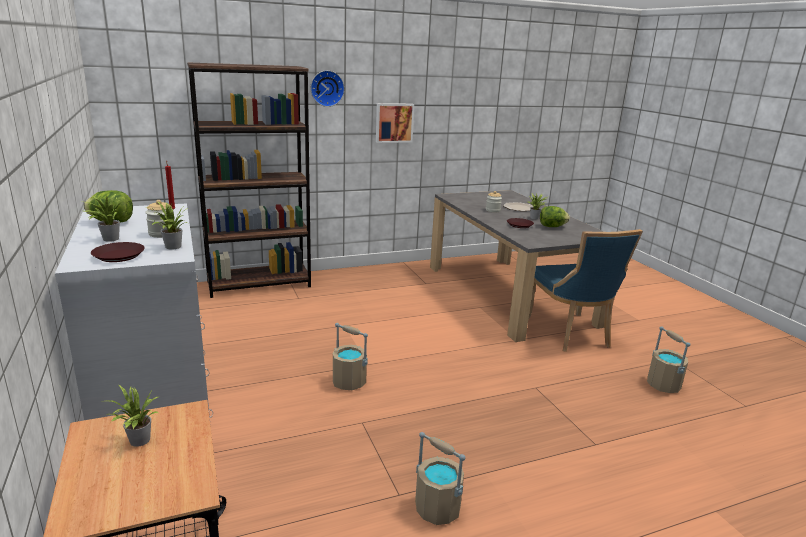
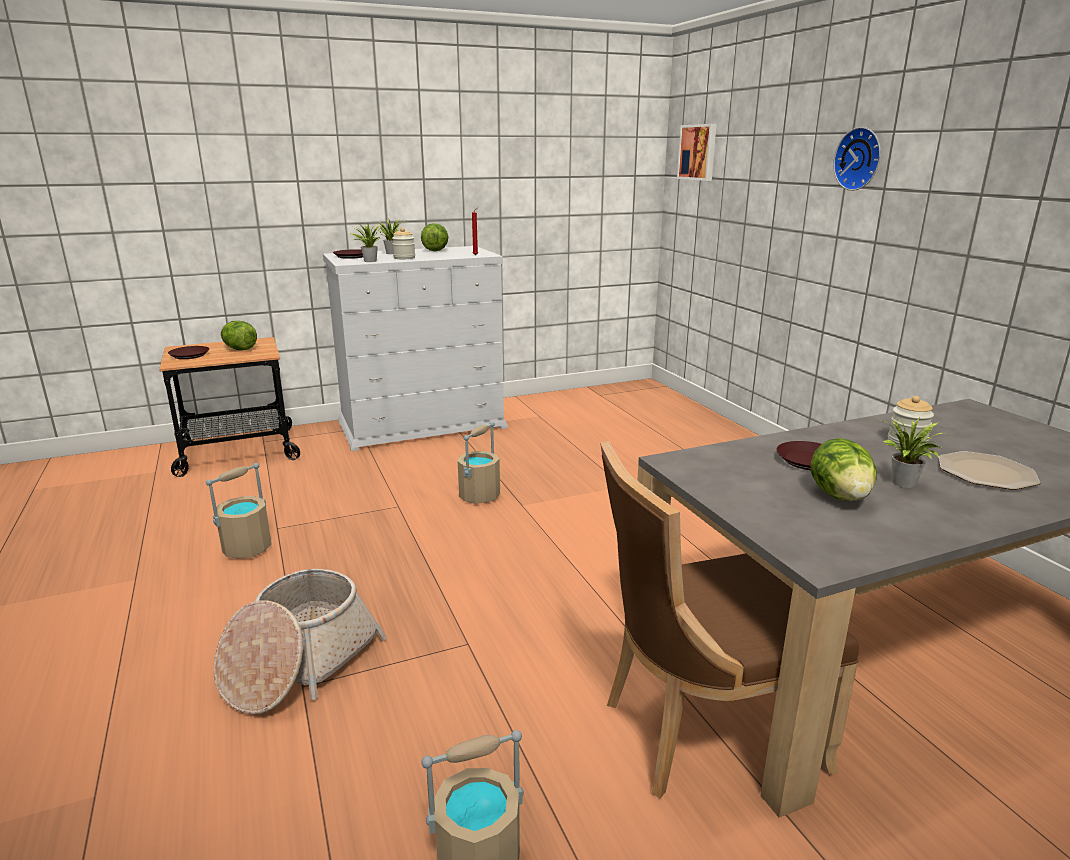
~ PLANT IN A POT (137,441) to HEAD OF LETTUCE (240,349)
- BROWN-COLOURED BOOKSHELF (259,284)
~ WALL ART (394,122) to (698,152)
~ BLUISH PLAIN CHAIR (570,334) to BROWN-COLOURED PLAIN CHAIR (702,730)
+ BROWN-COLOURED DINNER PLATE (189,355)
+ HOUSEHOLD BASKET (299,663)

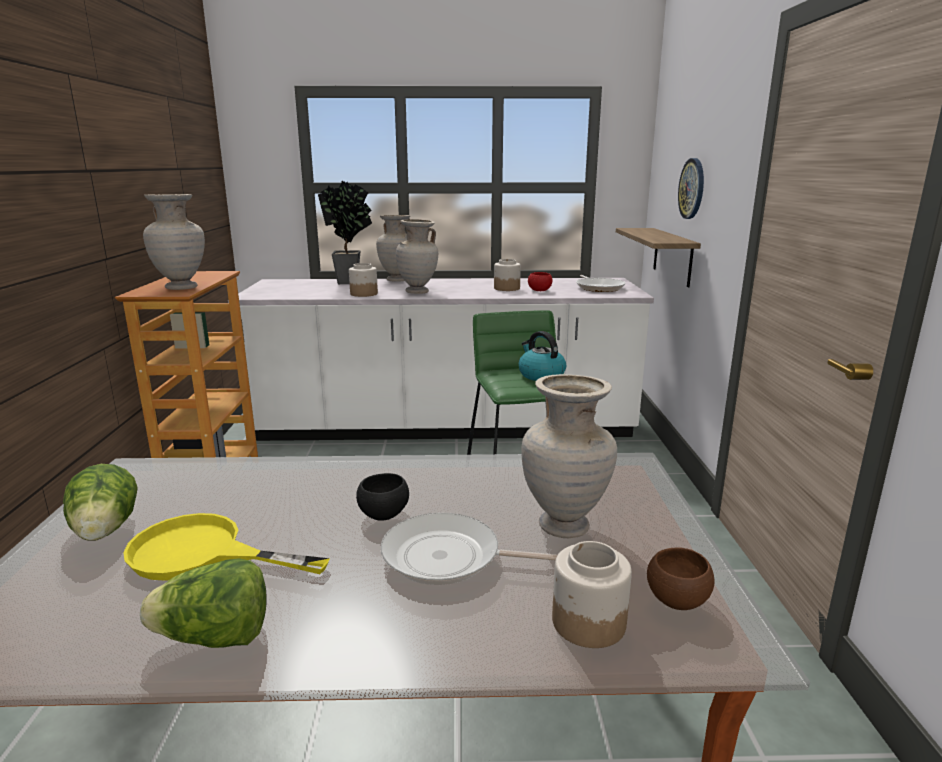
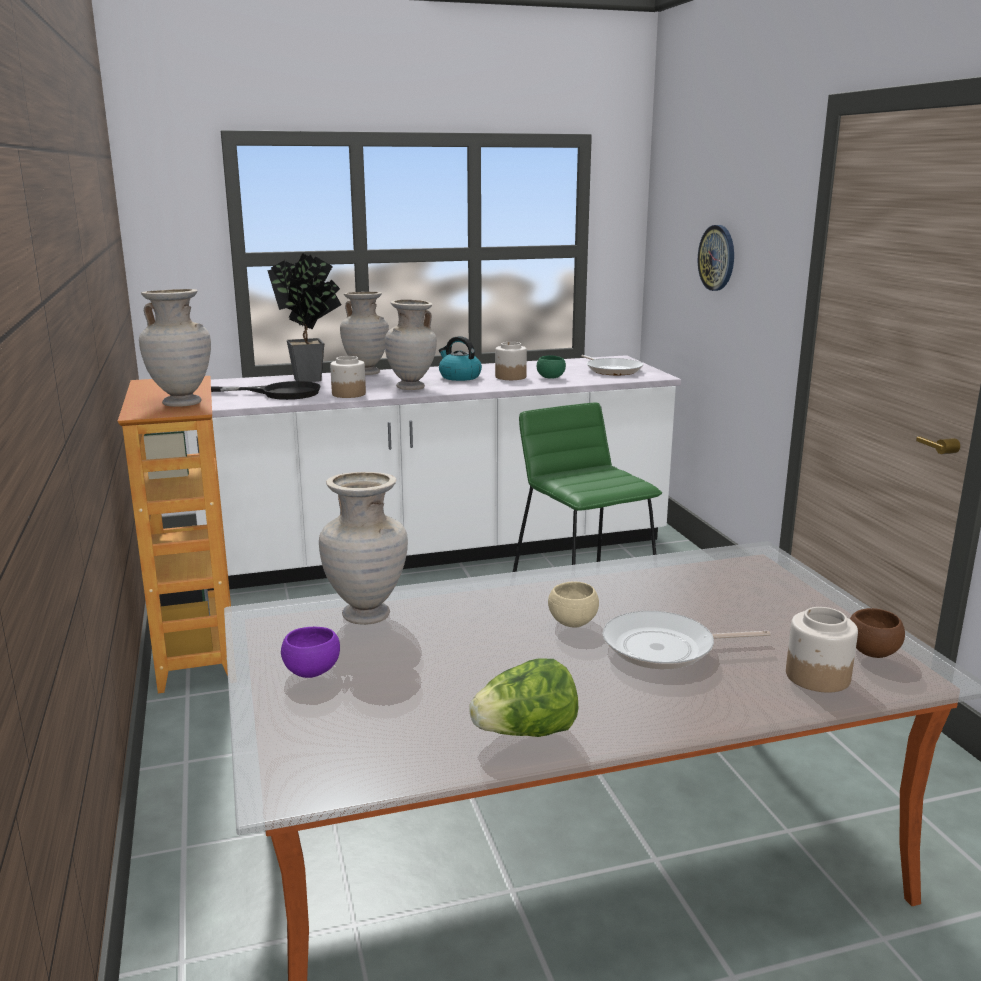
~ HEAD OF LETTUCE (106,531) to PURPLE-COLOURED SERVING BOWL (312,672)
- YELLOW PAN (203,554)
~ BLACK-COLOURED SERVING BOWL (384,514) to SAND-COLOURED SERVING BOWL (573,622)
~ KETTLE (540,375) to (459,377)
~ SAND-COLOURED VASE (565,526) to (367,615)
~ RED SERVING BOWL (539,290) to GREENISH SERVING BOWL (550,377)
- WALL SHELF (672,256)
+ BLACK-COLOURED PAN (280,393)

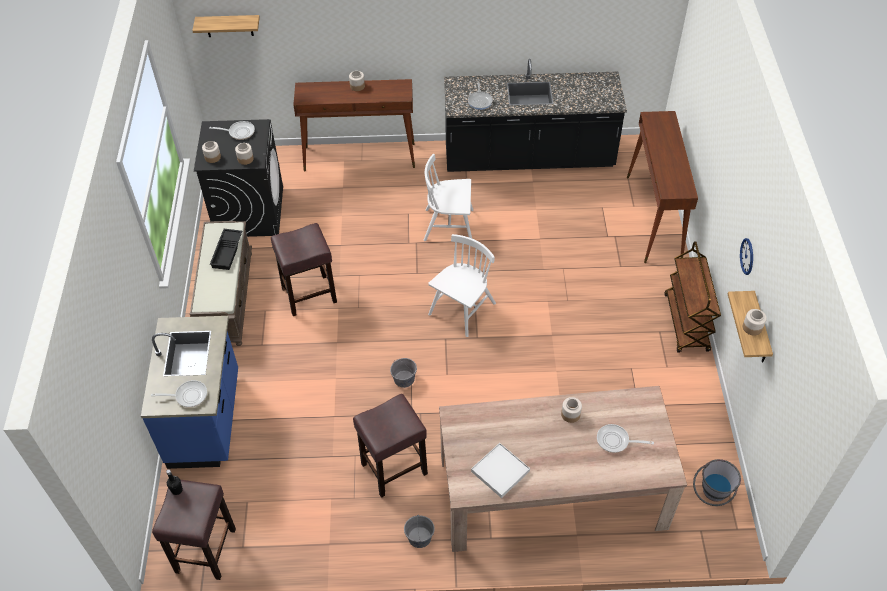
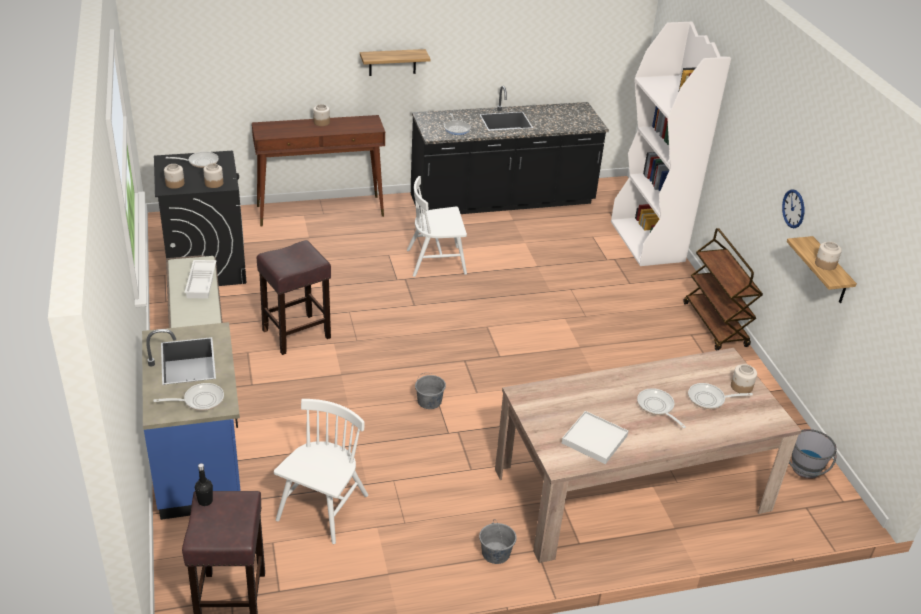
~ WALL SHELF (229,26) to (392,62)
~ BLACK-COLOURED SERVING TRAY (228,252) to WHITISH SERVING TRAY (202,282)
- BROWN-COLOURED STOOL SEAT (393,469)
~ WHITISH PLAIN CHAIR (462,309) to (323,508)
~ STORAGE JAR (570,415) to (741,387)
~ BROWN-COLOURED HALL TABLE (653,218) to WHITISH BOOKSHELF (647,242)
+ PAN (657,407)

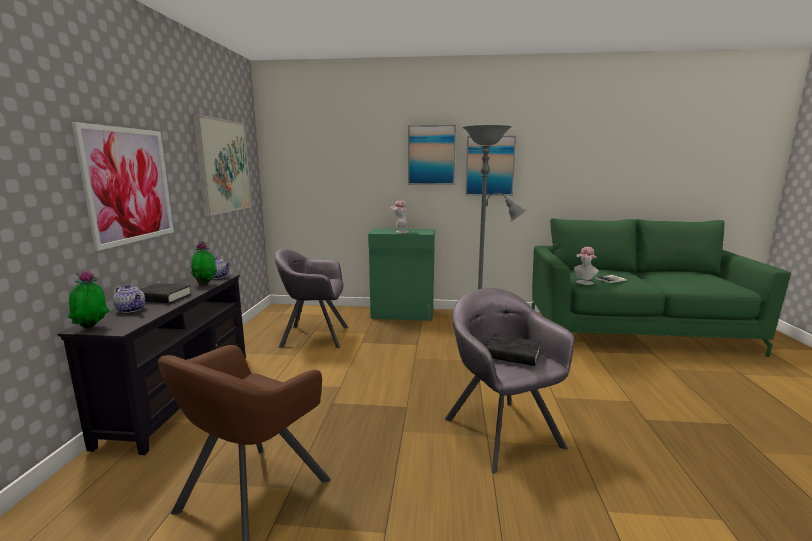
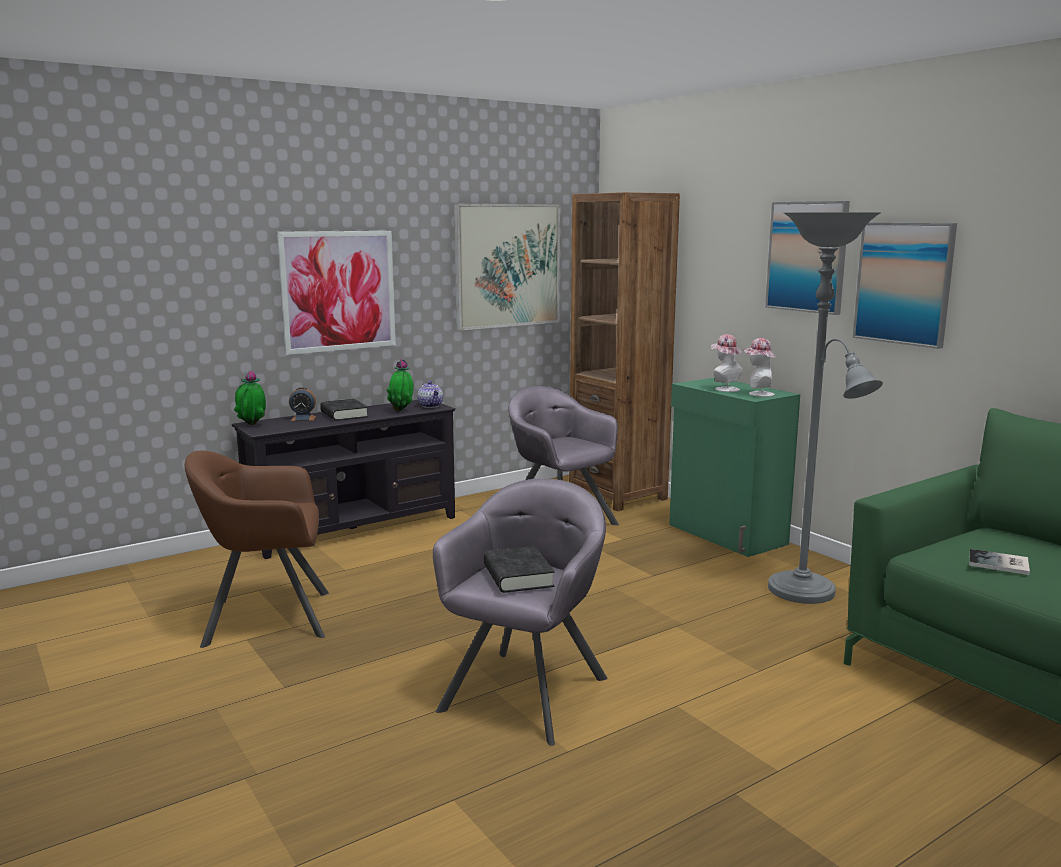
~ TEA POT (132,309) to ALARM CLOCK (303,418)
~ WEARABLE HAT (584,283) to (757,394)
+ BROWN-COLOURED BOOKSHELF (617,495)

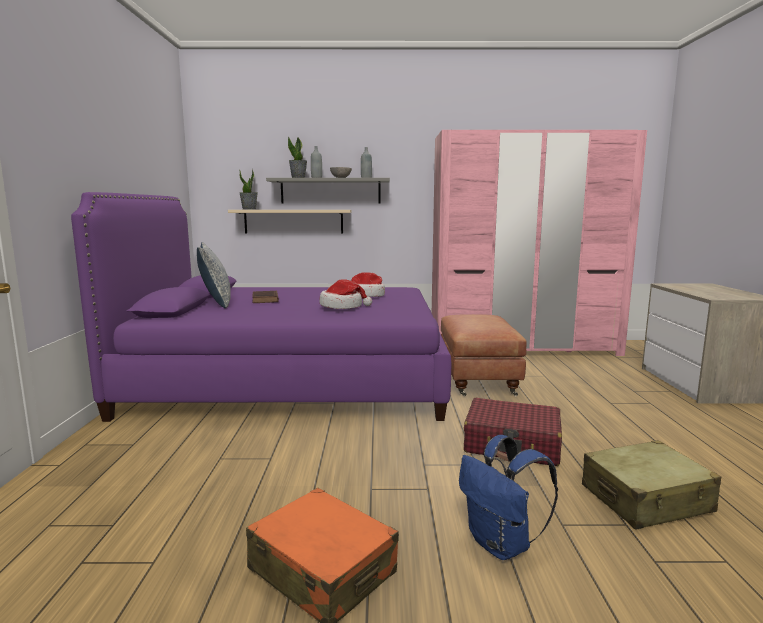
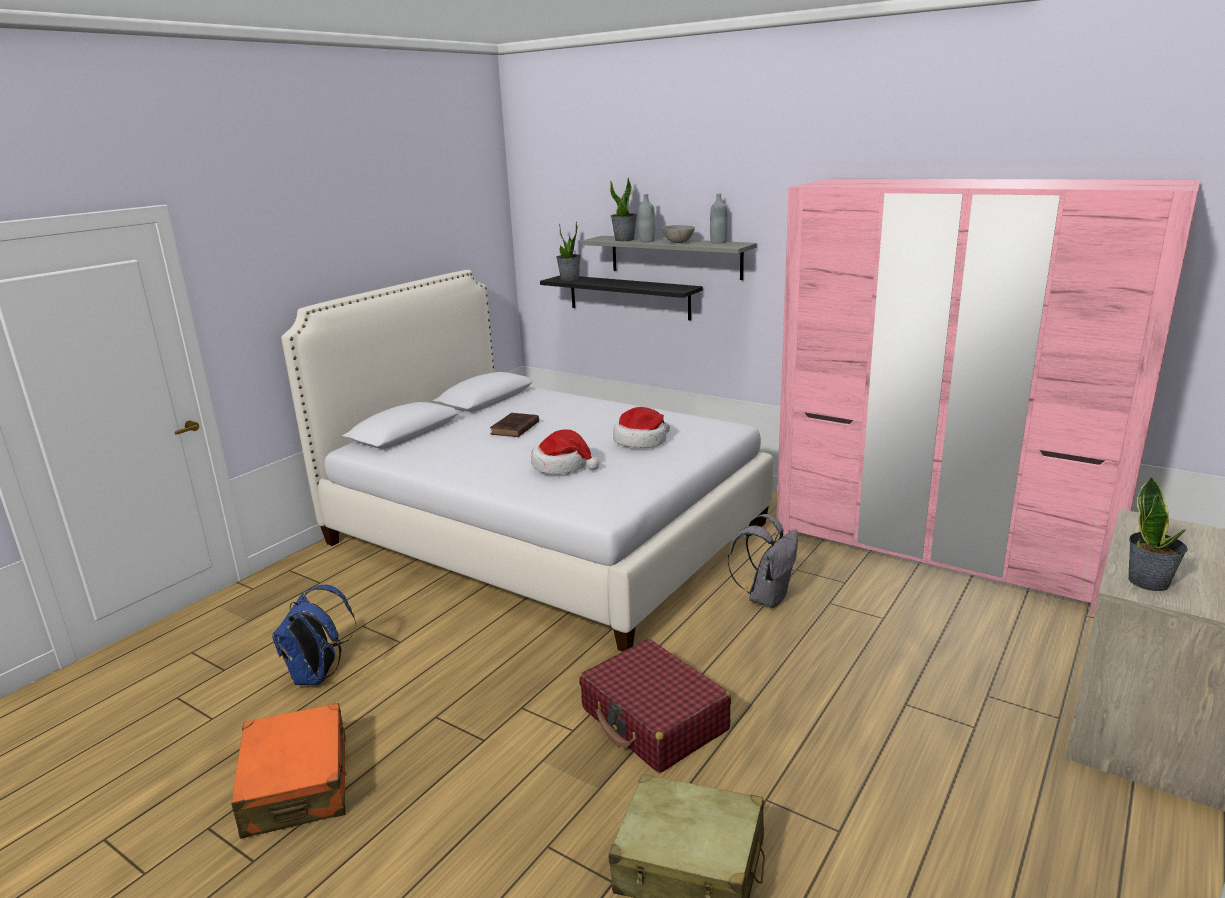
~ PURPLE-COLOURED SLEEPING BED (292,381) to WHITISH SLEEPING BED (544,533)
- PILLOW (216,303)
~ SAND-COLOURED WALL SHELF (293,221) to BLACK-COLOURED WALL SHELF (628,297)
~ BROWN-COLOURED FOOTREST (477,380) to GRAY KNAPSACK (766,597)
~ BLUISH KNAPSACK (502,545) to (318,676)
+ PLANT IN A POT (1149,582)

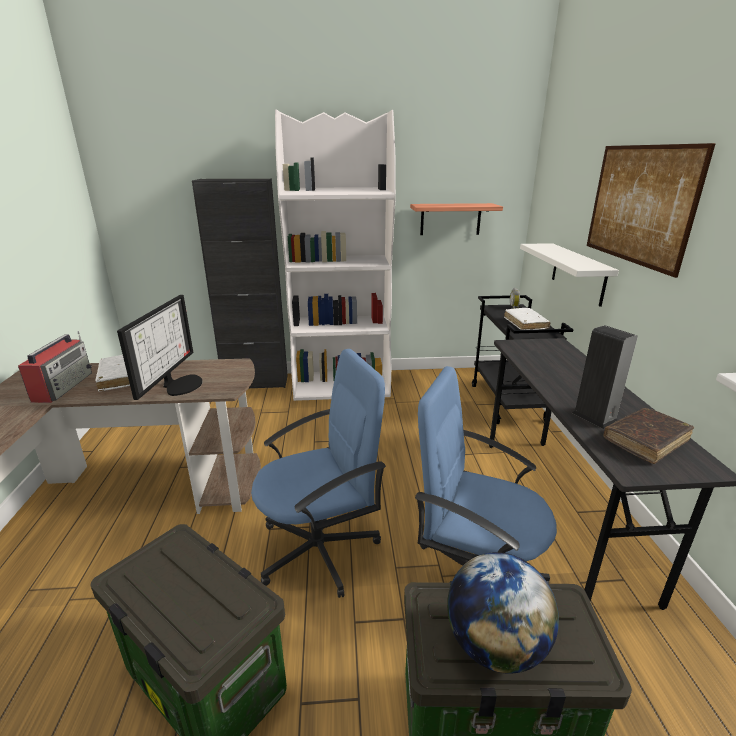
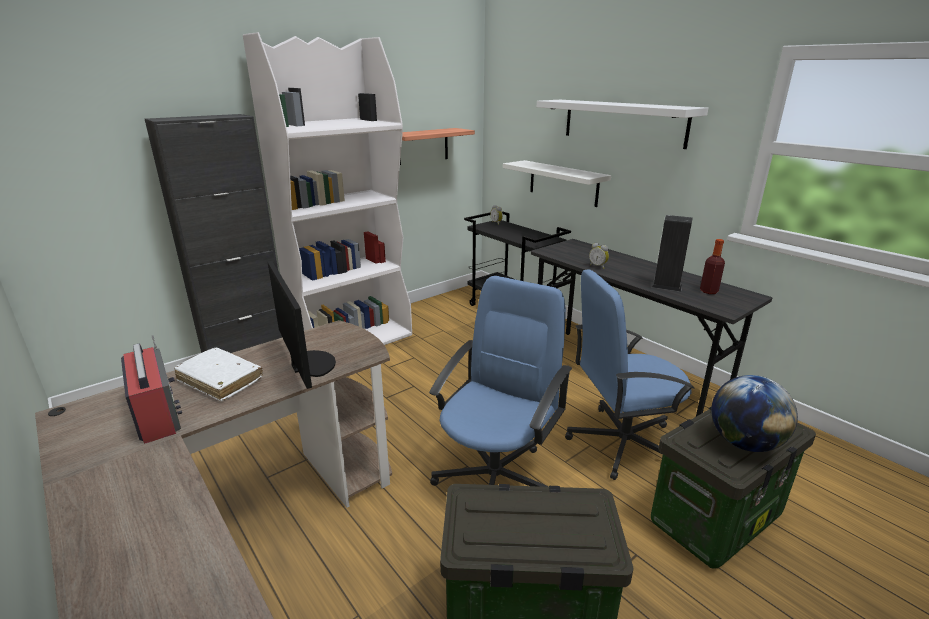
- WHITISH BOOK (525,324)
~ WALL ART (639,204) to WHITISH WALL SHELF (623,122)
~ BROWN-COLOURED BOOK (645,441) to BEVERAGE BOTTLE (708,291)
+ ALARM CLOCK (598,266)

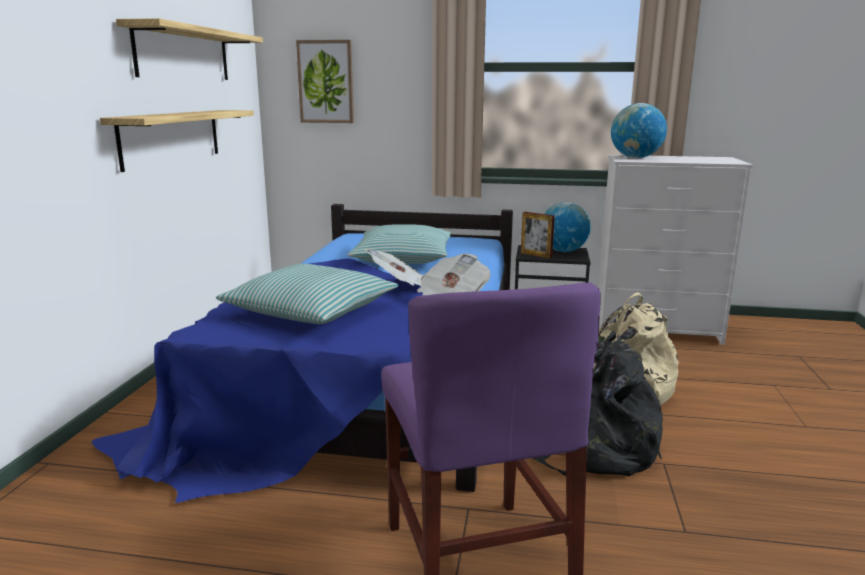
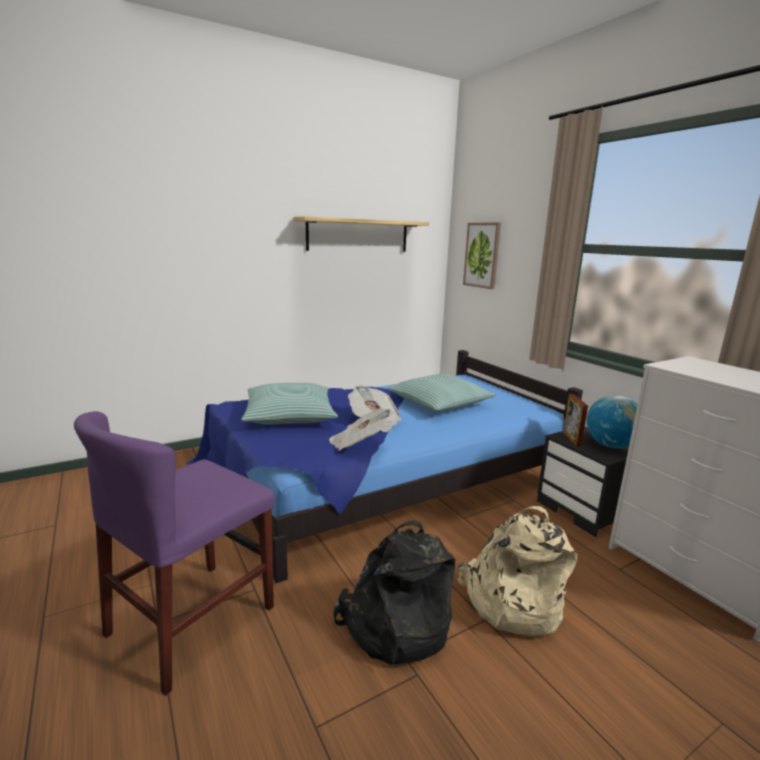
- WALL SHELF (172,137)
- DESK GLOBE (635,158)

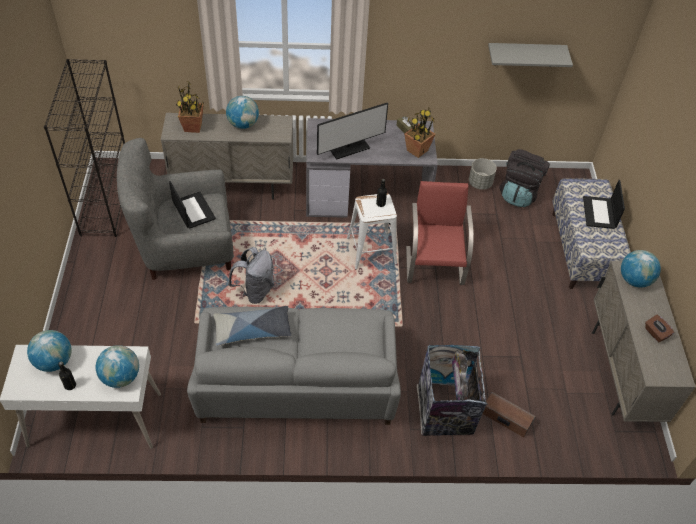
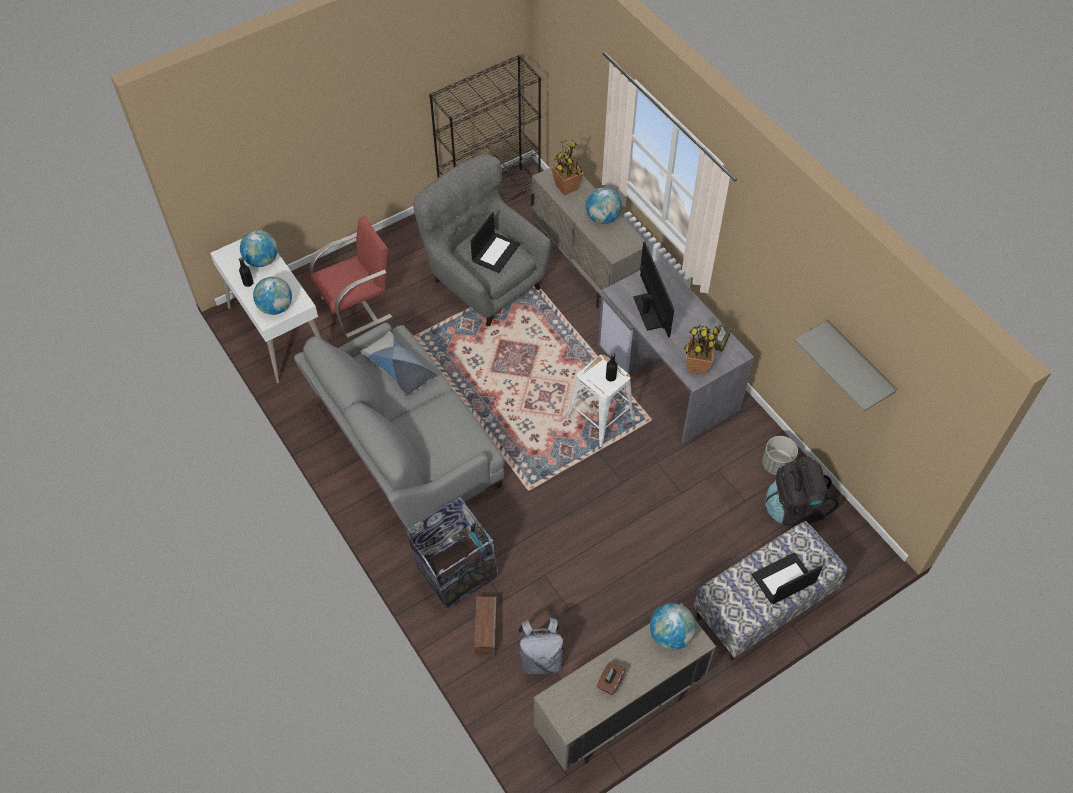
~ GRAY KNAPSACK (255,291) to (540,659)
~ MONITOR (349,148) = (649,311) 135 degrees counterclockwise
~ RED PLAIN CHAIR (435,264) to (357,307)

